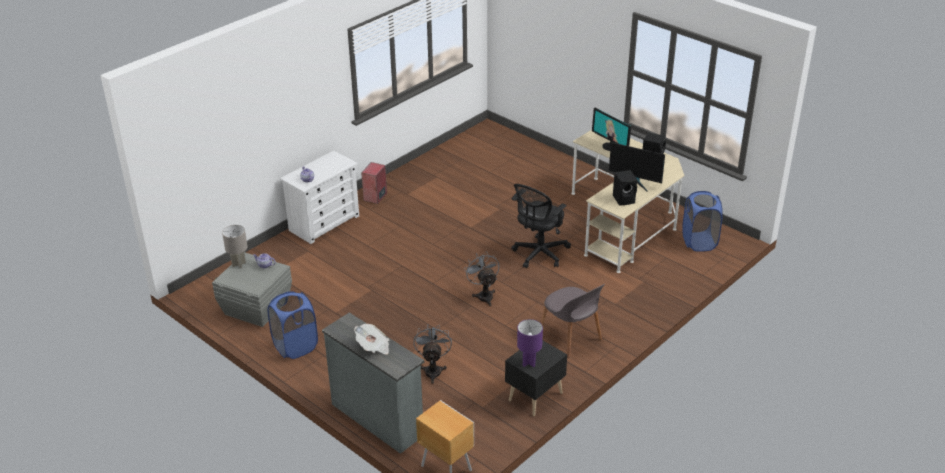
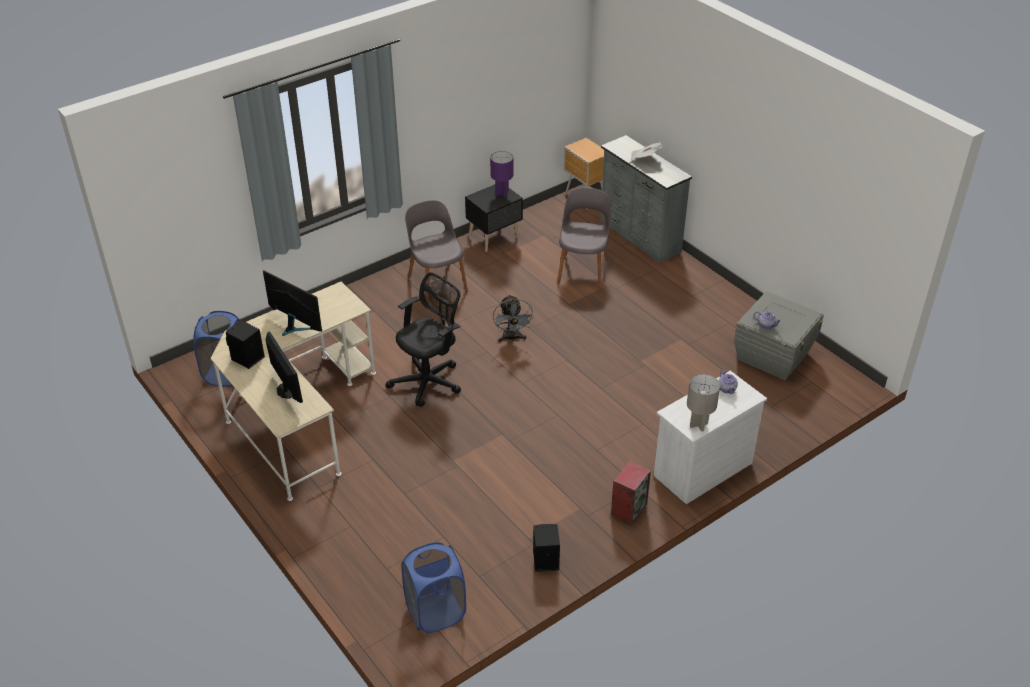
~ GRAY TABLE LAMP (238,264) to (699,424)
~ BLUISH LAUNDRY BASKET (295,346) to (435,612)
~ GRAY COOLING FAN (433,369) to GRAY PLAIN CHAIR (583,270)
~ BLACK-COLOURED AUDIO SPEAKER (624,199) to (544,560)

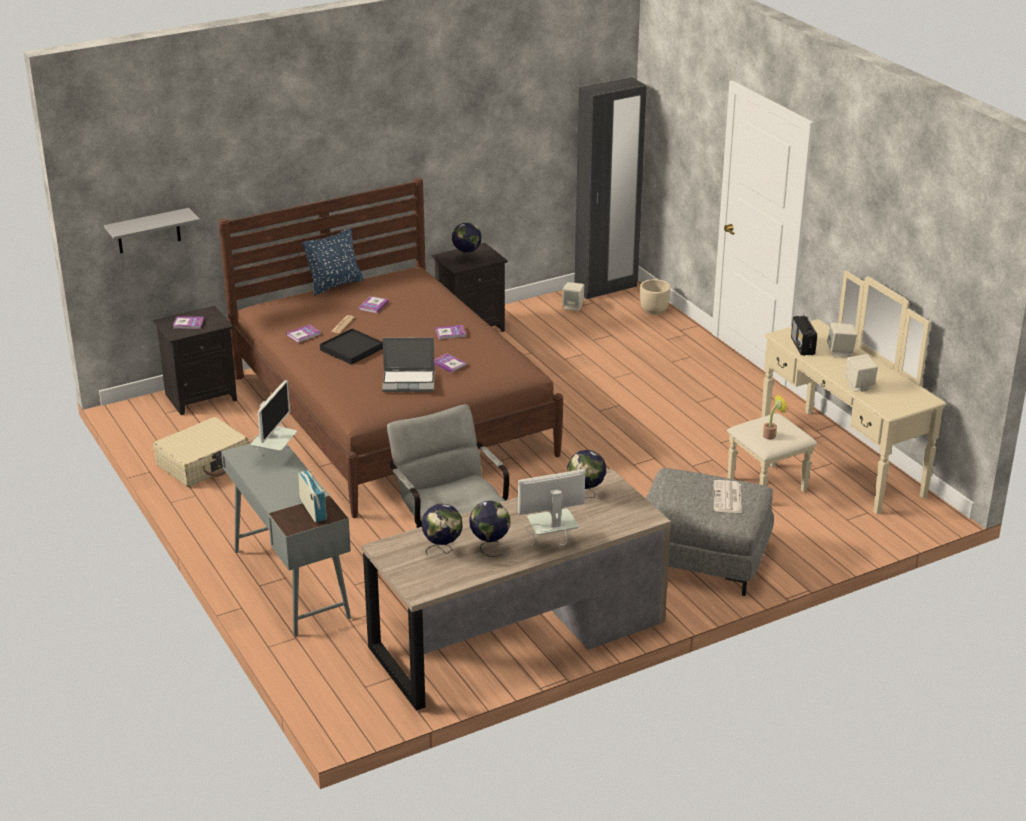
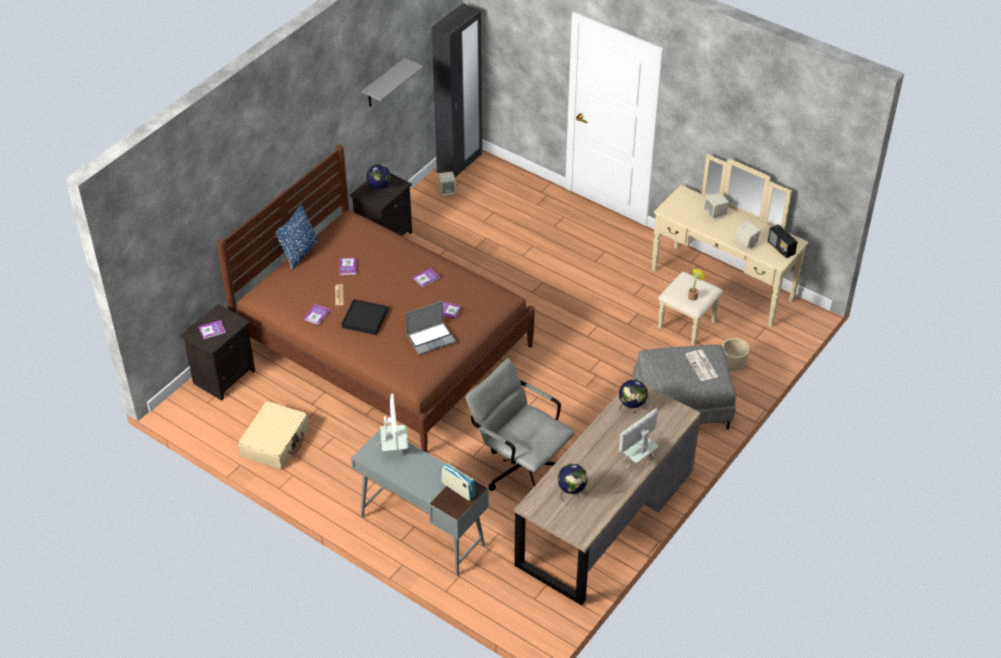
~ GRAY WALL SHELF (148,231) to (384,84)
- DESK GLOBE (490,547)
~ SAND-COLOURED PLANTER (653,311) to (732,365)
~ RADIO RECEIVER (802,346) to (781,248)

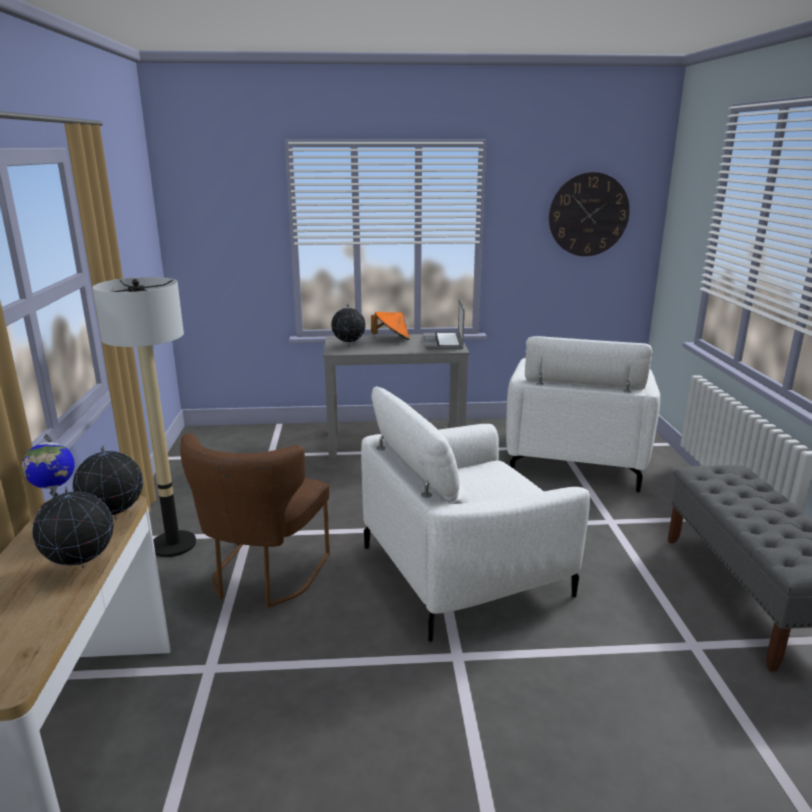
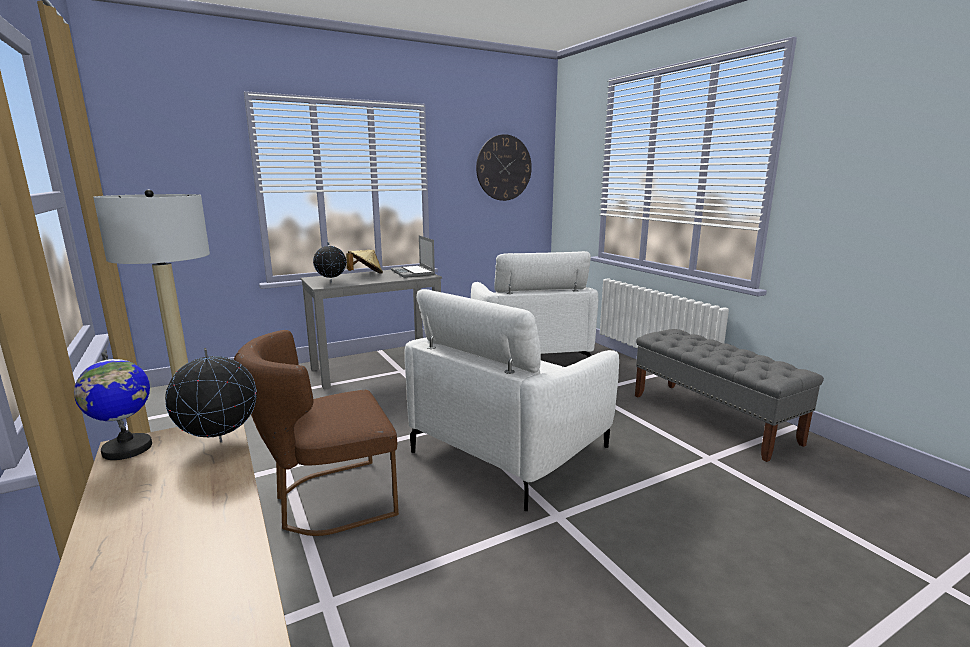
- DESK GLOBE (81,568)
~ BROWN-COLOURED PLAIN CHAIR (263,577) = (328,501) 75 degrees clockwise
~ ORANGE WEARABLE HAT (392,339) to SAND-COLOURED WEARABLE HAT (365,274)

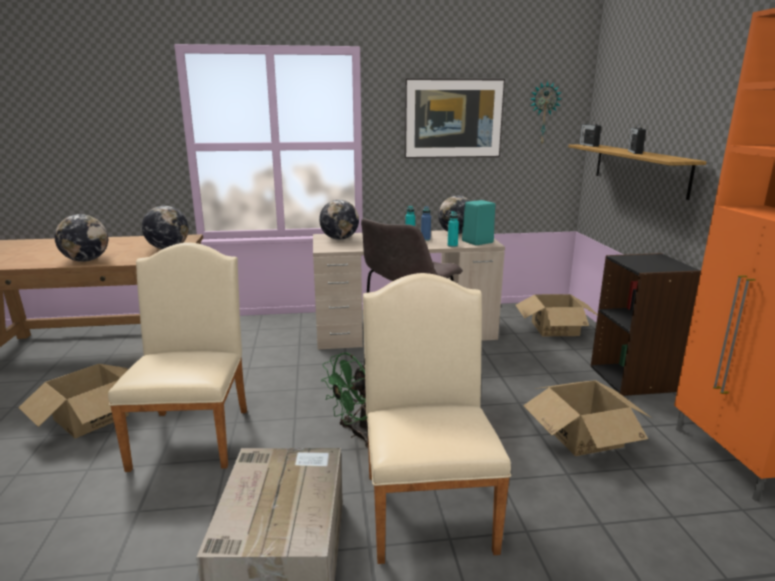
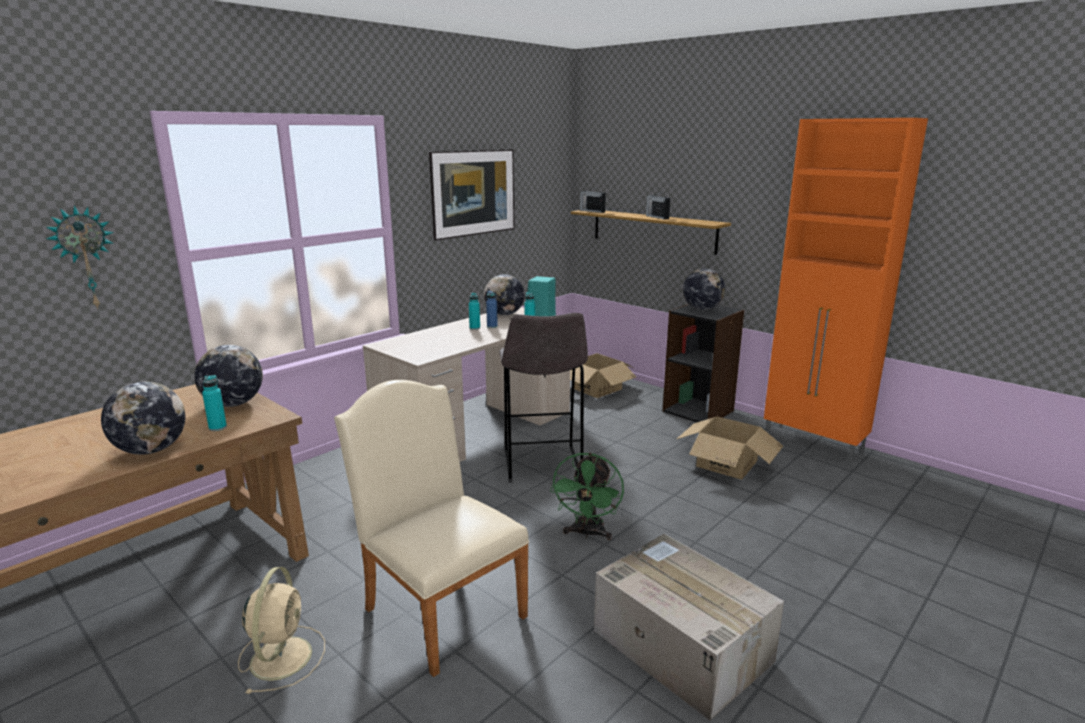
~ CARDBOARD BOX (92,417) to SAND-COLOURED COOLING FAN (282,656)
~ DESK GLOBE (339,239) to (702,309)
- SAND-COLOURED PLAIN CHAIR (427,503)
~ CLOCK ON THE WALL (543,113) to (84,258)
+ TURQUOISE BEVERAGE BOTTLE (217,427)

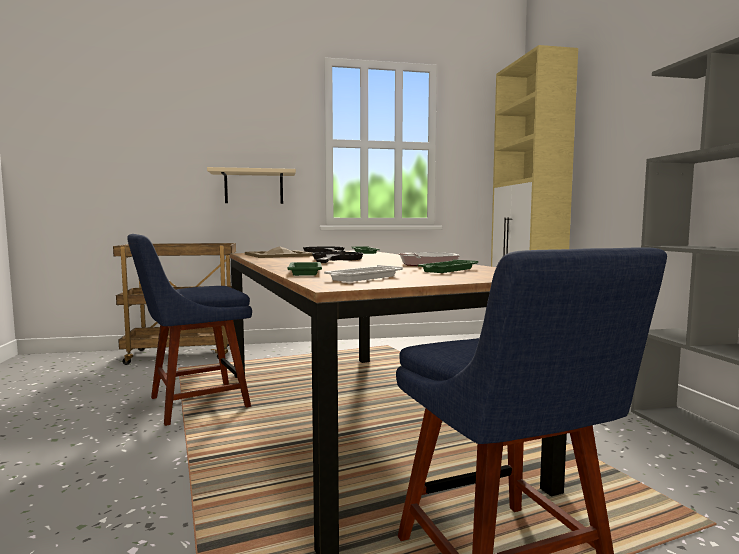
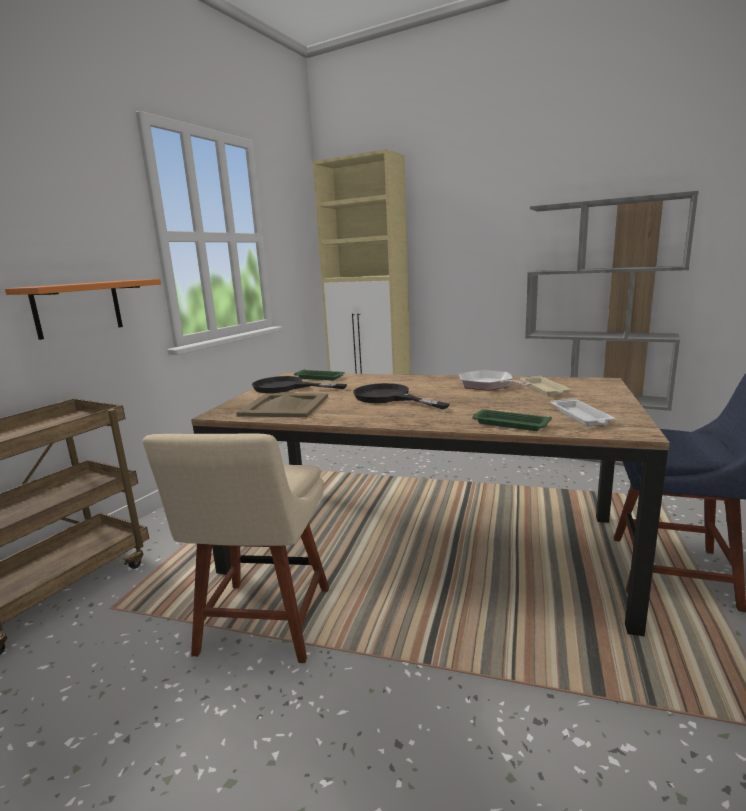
~ BLUISH PLAIN CHAIR (193,403) to SAND-COLOURED PLAIN CHAIR (263,625)
~ SAND-COLOURED WALL SHELF (254,187) to ORANGE WALL SHELF (78,308)
~ GREENISH SERVING TRAY (447,270) to SAND-COLOURED SERVING TRAY (544,389)

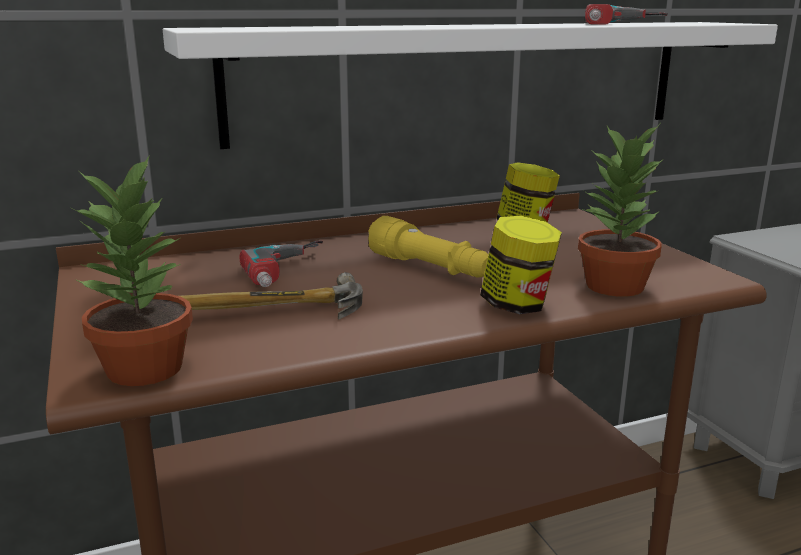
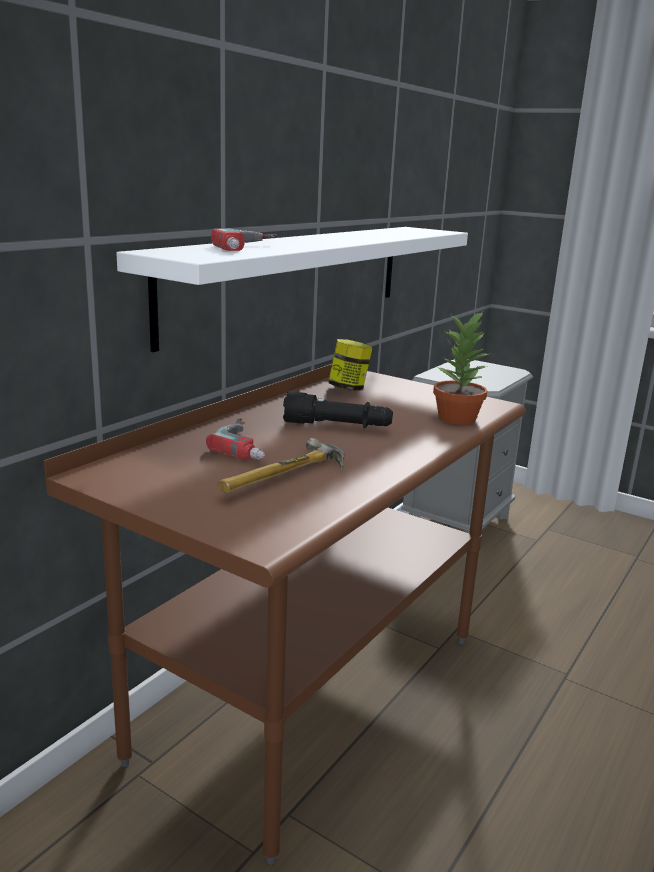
- PLANT IN A POT (147,369)
~ YELLOW FLASHLIGHT (430,269) to BLACK-COLOURED FLASHLIGHT (337,426)
- STORAGE JAR (517,305)
~ POWER DRILL (628,24) to (254,248)

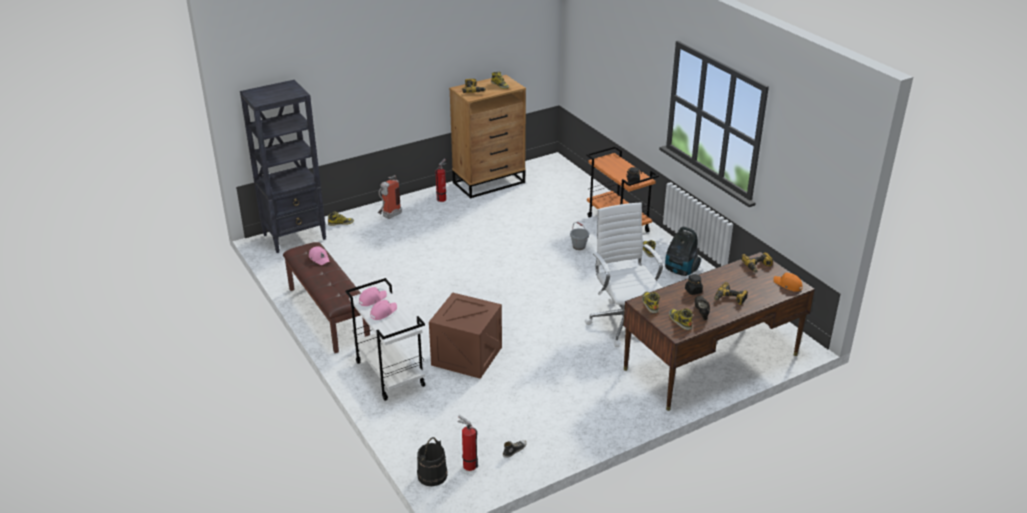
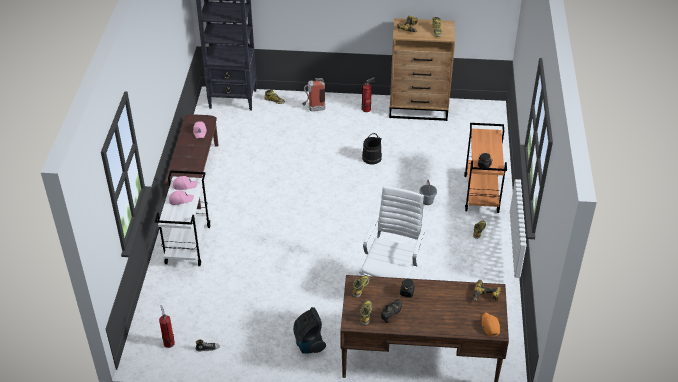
~ BLACK-COLOURED PAIL (432,475) to (371,158)
- PACKING CRATE (467,356)
~ VACUUM CLEANER (680,270) to (308,344)
- POWER DRILL (730,299)

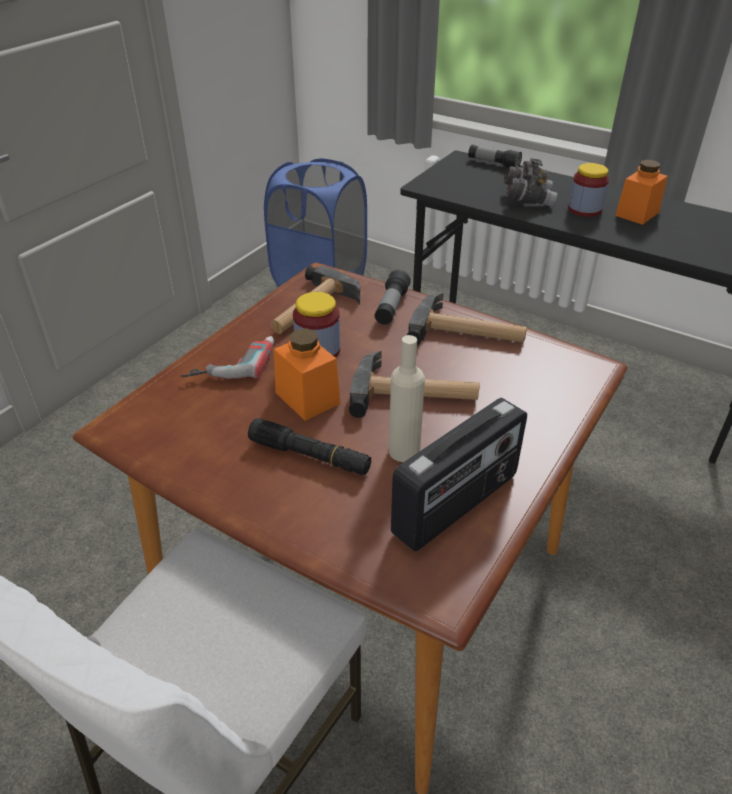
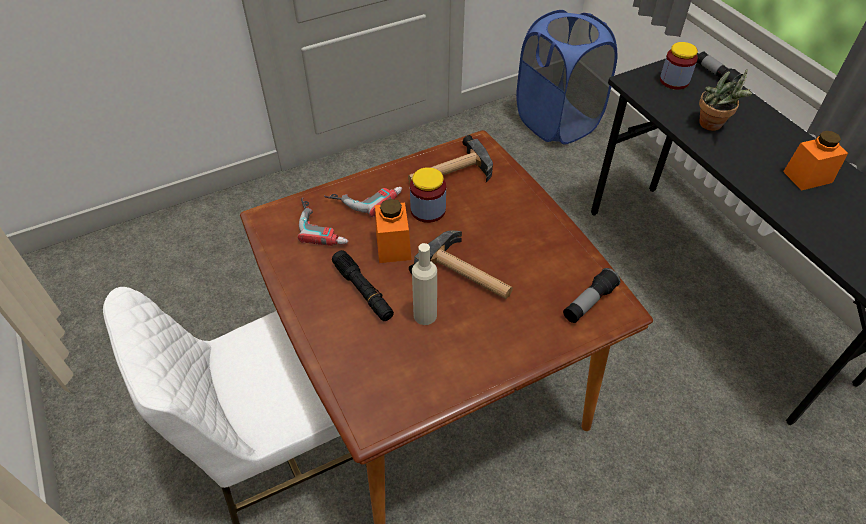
~ FLASHLIGHT (391,307) to (589,302)
- RADIO RECEIVER (457,505)
- HAMMER (468,333)
~ GRAY PAIR OF BINOCULARS (527,199) to PLANT IN A POT (713,126)
~ STORAGE JAR (584,209) to (674,81)
+ POWER DRILL (324,224)

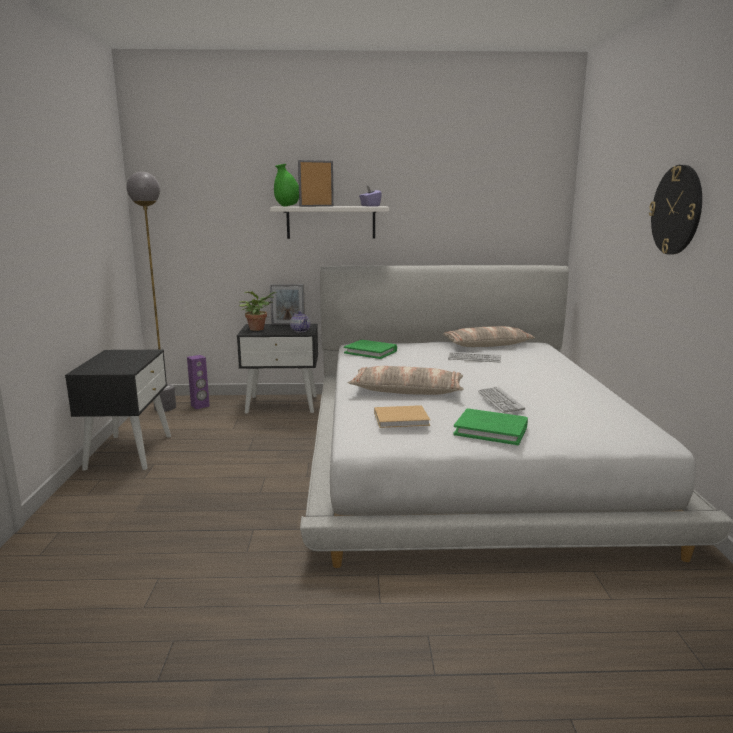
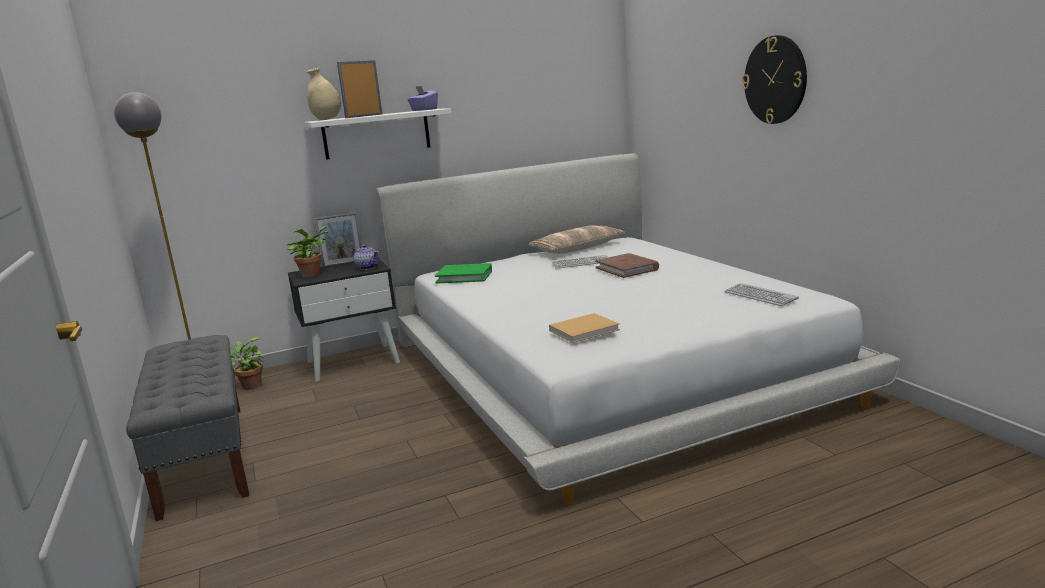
~ BLACK-COLOURED NIGHTSTAND (129,451) to GRAY INDOOR BENCH (204,457)
~ PURPLE-COLOURED AUDIO SPEAKER (200,406) to PLANT IN A POT (249,386)
~ GREENISH VASE (287,206) to SAND-COLOURED VASE (327,119)
- PILLOW (407,391)
- GREENISH BOOK (491,430)
~ KEYBOARD (500,401) to (760,296)
+ BROWN-COLOURED BOOK (627,268)

